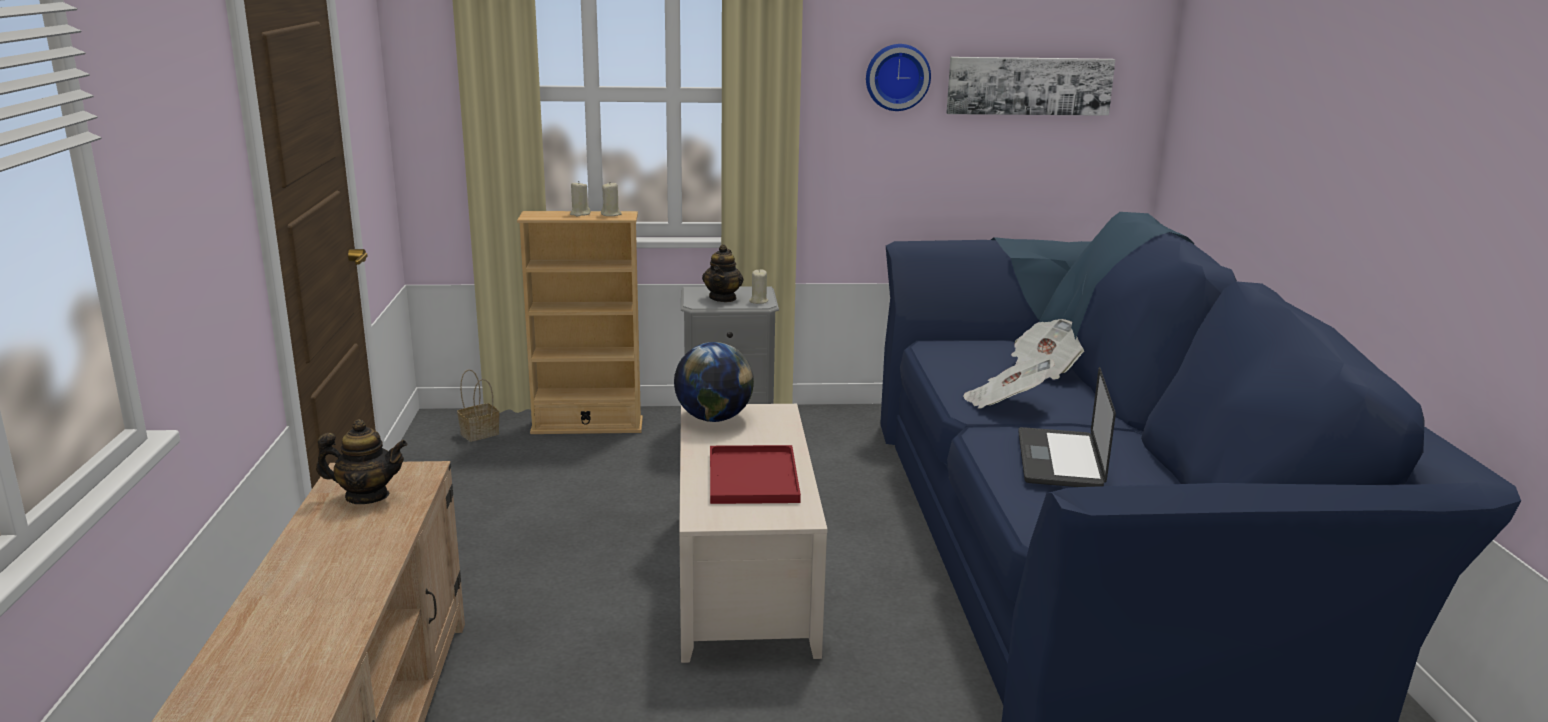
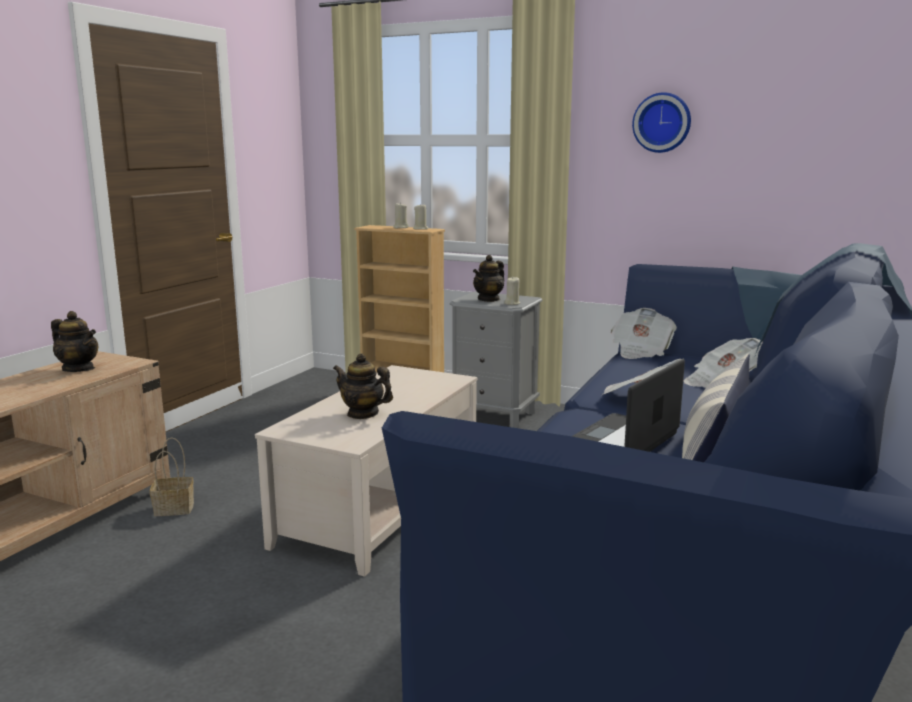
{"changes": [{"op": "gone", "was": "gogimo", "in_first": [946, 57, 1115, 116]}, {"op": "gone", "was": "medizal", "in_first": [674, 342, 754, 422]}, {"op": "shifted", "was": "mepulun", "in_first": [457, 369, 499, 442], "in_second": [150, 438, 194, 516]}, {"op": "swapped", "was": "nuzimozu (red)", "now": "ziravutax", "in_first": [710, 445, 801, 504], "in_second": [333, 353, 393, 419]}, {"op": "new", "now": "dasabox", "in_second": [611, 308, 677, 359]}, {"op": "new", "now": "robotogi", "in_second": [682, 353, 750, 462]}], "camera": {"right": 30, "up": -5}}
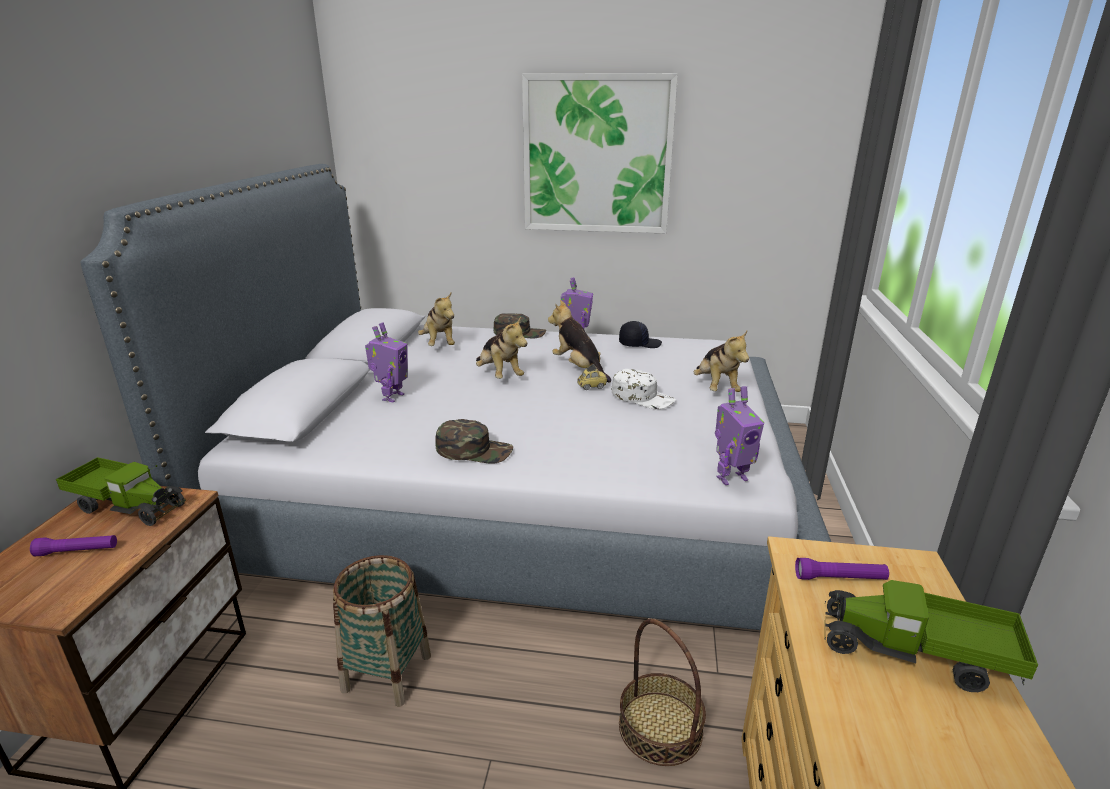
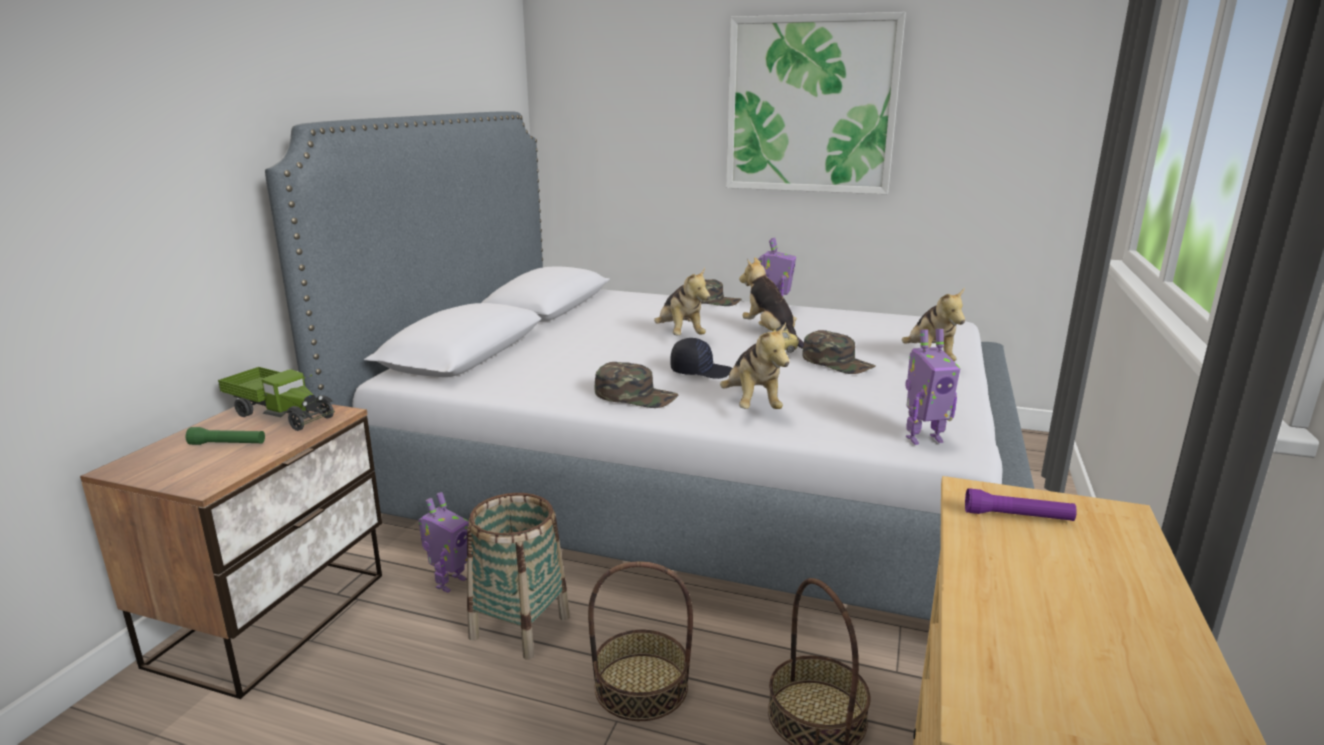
{"changes": [{"op": "shifted", "was": "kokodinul", "in_first": [418, 293, 455, 346], "in_second": [720, 323, 790, 409]}, {"op": "shifted", "was": "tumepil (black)", "in_first": [619, 321, 662, 348], "in_second": [670, 338, 732, 379]}, {"op": "shifted", "was": "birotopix", "in_first": [365, 322, 407, 402], "in_second": [418, 492, 469, 593]}, {"op": "repainted", "was": "tumepil (white)", "now": "tumepil (green)", "in_first": [612, 369, 676, 410], "in_second": [802, 330, 876, 374]}, {"op": "repainted", "was": "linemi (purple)", "now": "linemi (green)", "in_first": [30, 535, 117, 556], "in_second": [186, 427, 265, 445]}, {"op": "gone", "was": "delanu", "in_first": [824, 580, 1038, 692]}, {"op": "new", "now": "mepulun", "in_second": [588, 561, 693, 721]}], "camera": {"right": 10, "up": -5}}
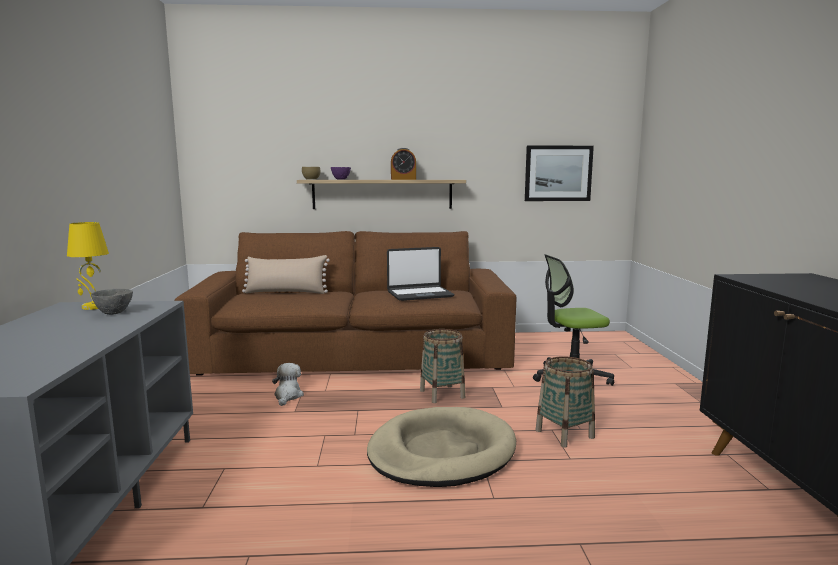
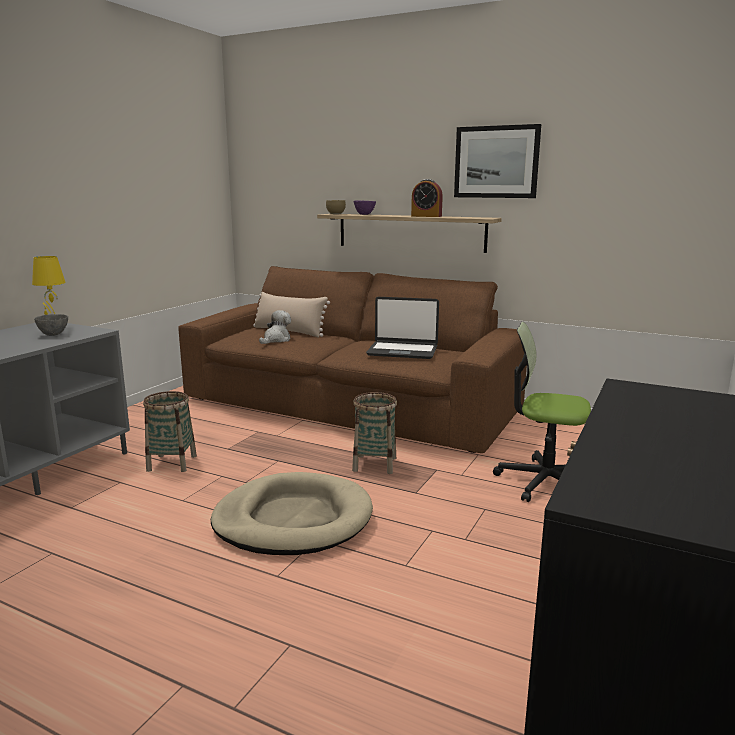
{"changes": [{"op": "shifted", "was": "gogimo", "in_first": [525, 145, 594, 201], "in_second": [454, 124, 541, 198]}, {"op": "shifted", "was": "mepulun", "in_first": [536, 356, 595, 447], "in_second": [143, 391, 197, 472]}, {"op": "shifted", "was": "kokodinul", "in_first": [272, 363, 304, 406], "in_second": [259, 310, 291, 344]}], "camera": {"right": 30, "up": 5}}
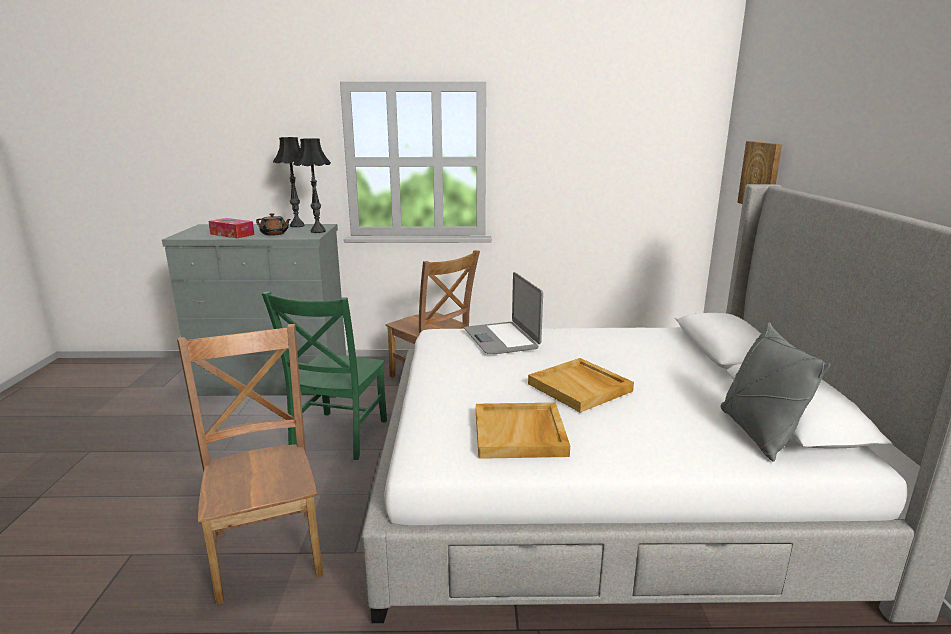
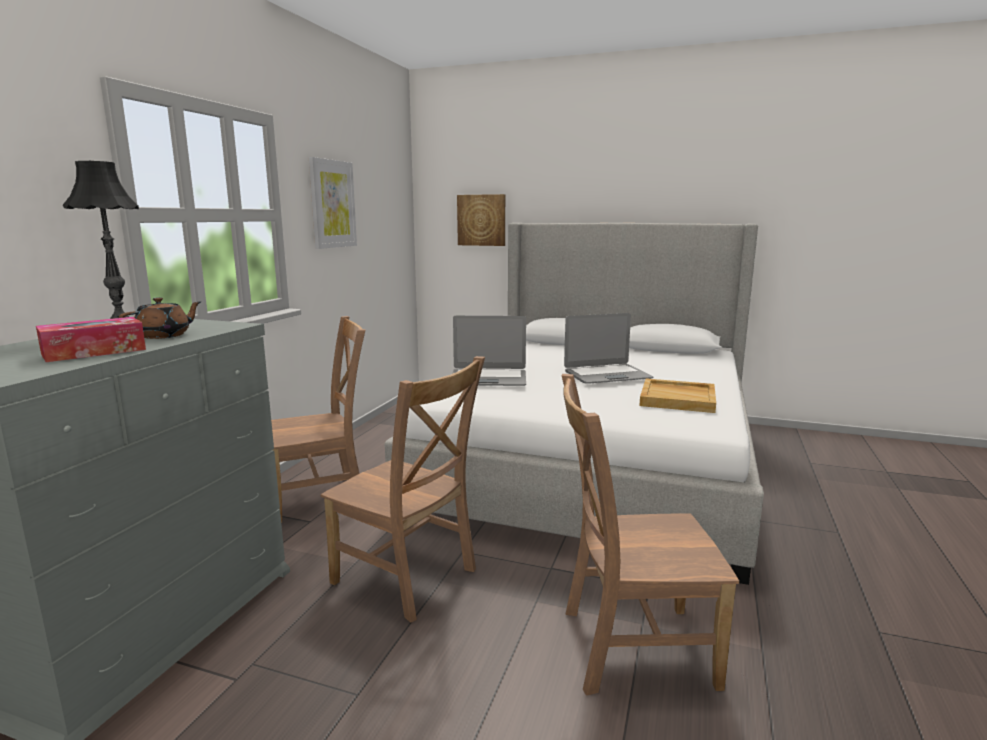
{"changes": [{"op": "gone", "was": "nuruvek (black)", "in_first": [293, 138, 331, 233]}, {"op": "repainted", "was": "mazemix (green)", "now": "mazemix (brown)", "in_first": [262, 292, 387, 460], "in_second": [321, 356, 485, 623]}, {"op": "gone", "was": "robotogi (grey)", "in_first": [721, 322, 830, 462]}, {"op": "swapped", "was": "nuzimozu (beige)", "now": "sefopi", "in_first": [528, 358, 634, 413], "in_second": [564, 313, 654, 384]}, {"op": "new", "now": "gogimo", "in_second": [309, 157, 357, 249]}], "camera": {"right": -70, "up": -5}}
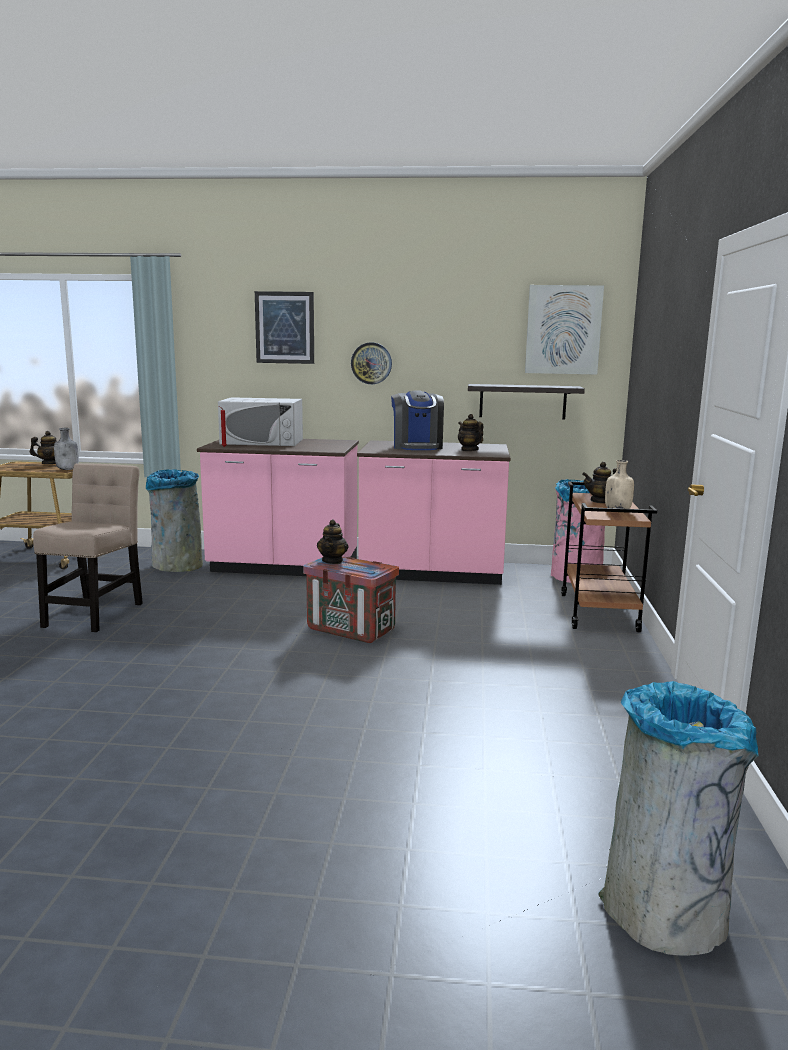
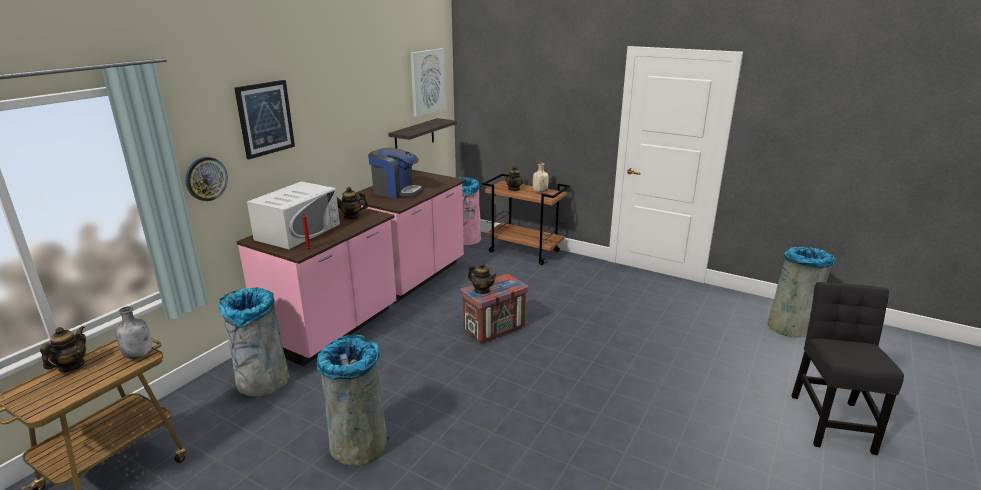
{"changes": [{"op": "shifted", "was": "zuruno", "in_first": [351, 342, 392, 384], "in_second": [185, 157, 228, 201]}, {"op": "shifted", "was": "ziravutax", "in_first": [458, 414, 484, 451], "in_second": [337, 187, 368, 219]}, {"op": "swapped", "was": "mazemix (beige)", "now": "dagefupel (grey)", "in_first": [33, 463, 143, 632], "in_second": [317, 334, 390, 466]}, {"op": "new", "now": "mazemix (black)", "in_second": [792, 282, 904, 455]}], "camera": {"right": -65, "up": 10}}
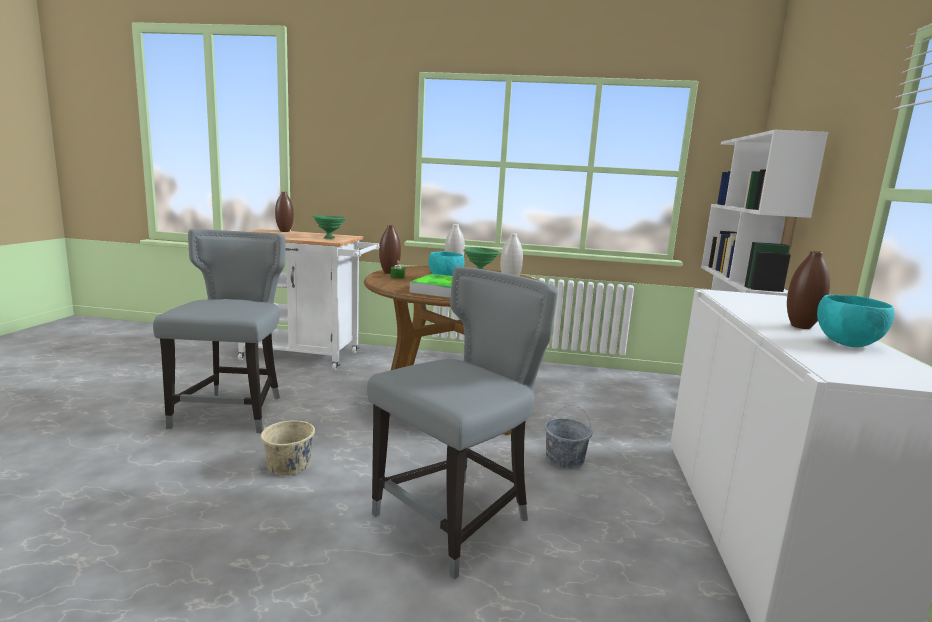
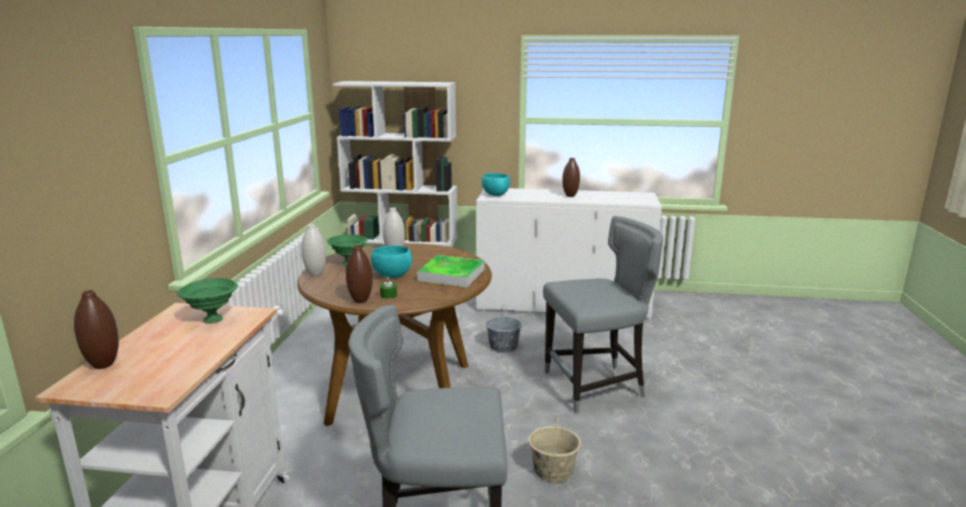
{"changes": [{"op": "rotated", "was": "mazemix (grey)", "in_first": [367, 266, 558, 579], "in_second": [543, 216, 663, 413], "clockwise": 120}, {"op": "shifted", "was": "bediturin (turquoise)", "in_first": [817, 294, 894, 347], "in_second": [482, 173, 510, 196]}], "camera": {"right": -90, "up": 5}}
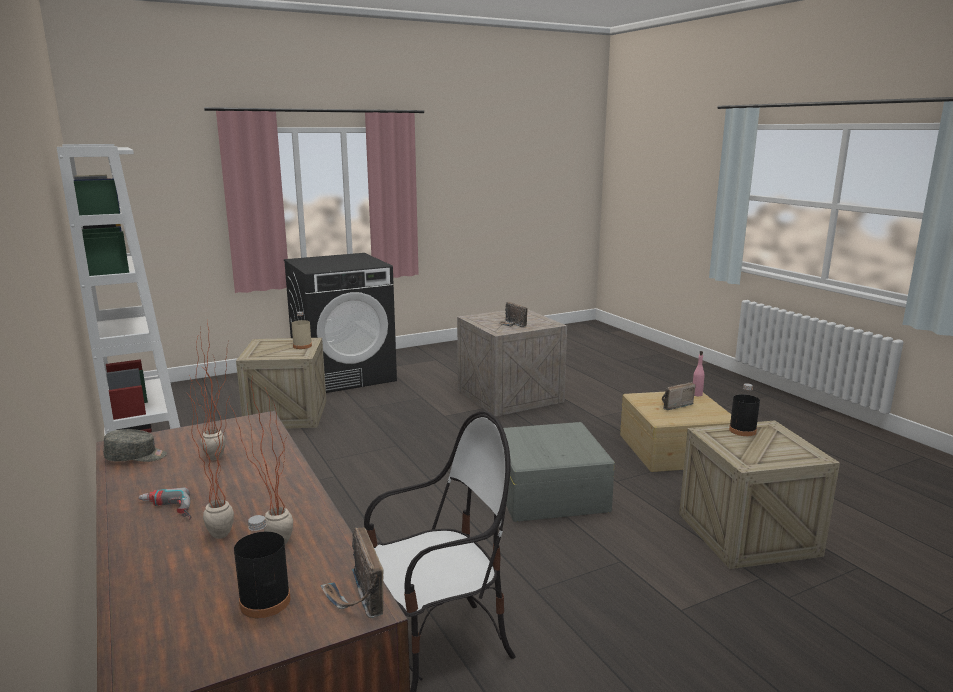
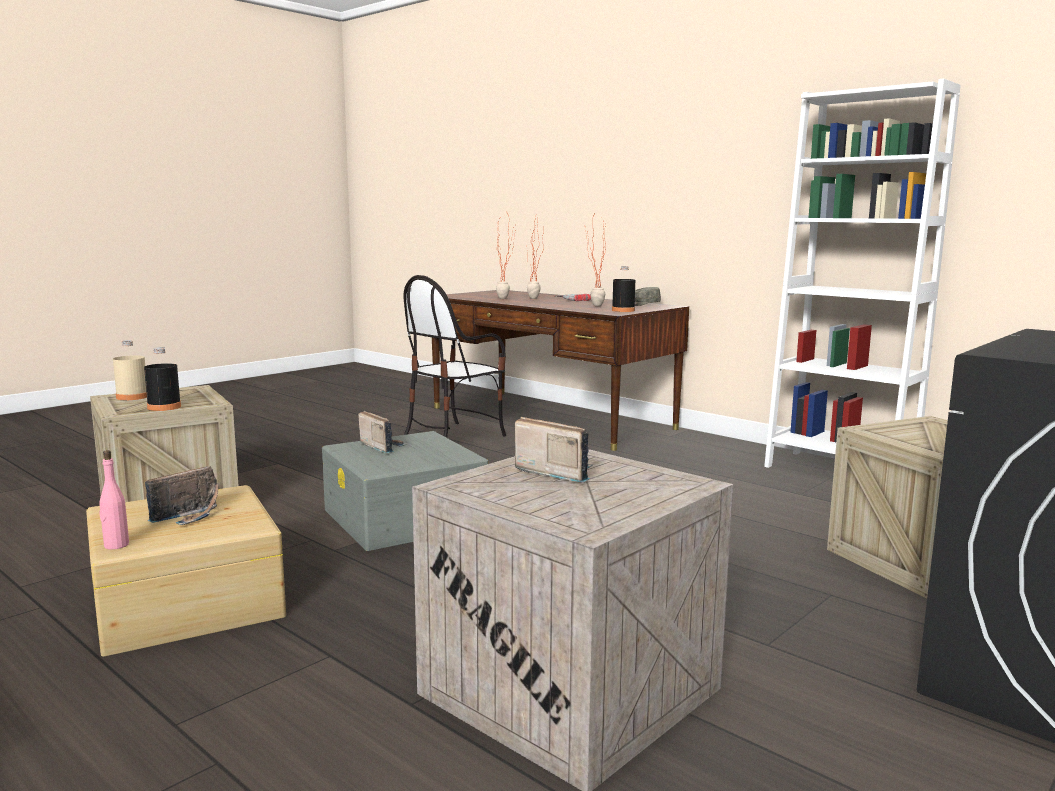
{"changes": [{"op": "shifted", "was": "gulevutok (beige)", "in_first": [292, 311, 312, 349], "in_second": [113, 340, 147, 400]}, {"op": "shifted", "was": "gulevutok (black)", "in_first": [234, 515, 291, 618], "in_second": [612, 266, 635, 312]}, {"op": "shifted", "was": "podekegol", "in_first": [320, 527, 383, 618], "in_second": [358, 411, 406, 453]}], "camera": {"right": 160, "up": -5}}
